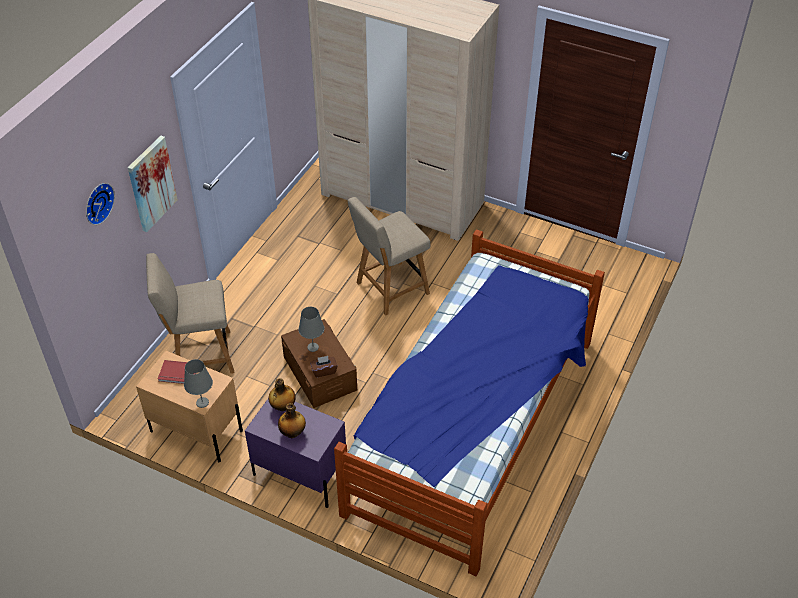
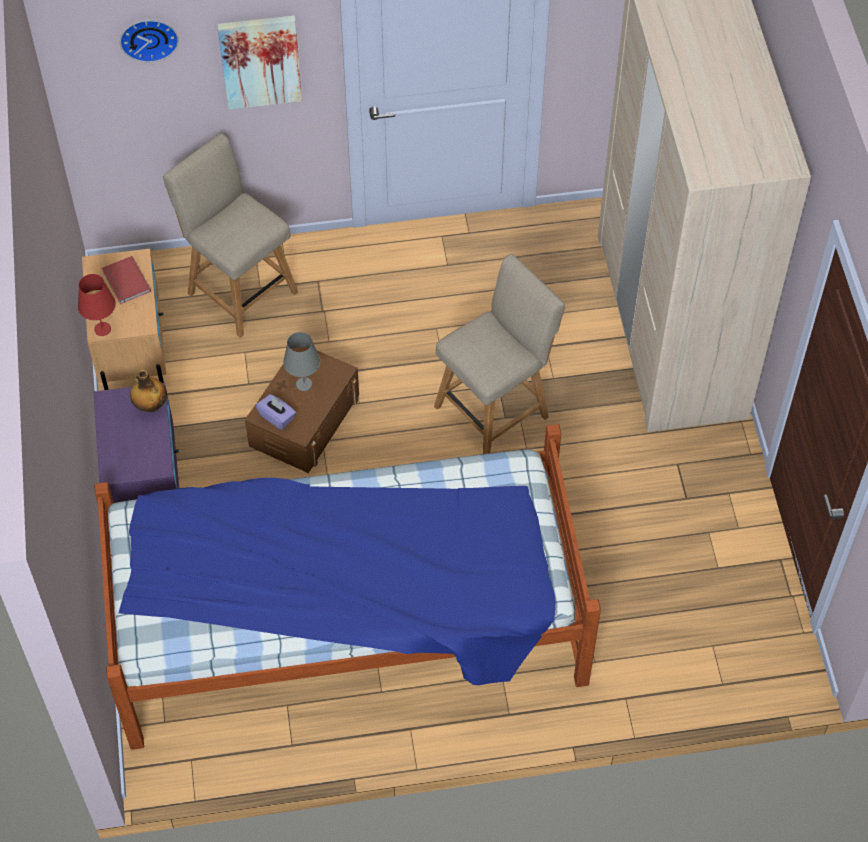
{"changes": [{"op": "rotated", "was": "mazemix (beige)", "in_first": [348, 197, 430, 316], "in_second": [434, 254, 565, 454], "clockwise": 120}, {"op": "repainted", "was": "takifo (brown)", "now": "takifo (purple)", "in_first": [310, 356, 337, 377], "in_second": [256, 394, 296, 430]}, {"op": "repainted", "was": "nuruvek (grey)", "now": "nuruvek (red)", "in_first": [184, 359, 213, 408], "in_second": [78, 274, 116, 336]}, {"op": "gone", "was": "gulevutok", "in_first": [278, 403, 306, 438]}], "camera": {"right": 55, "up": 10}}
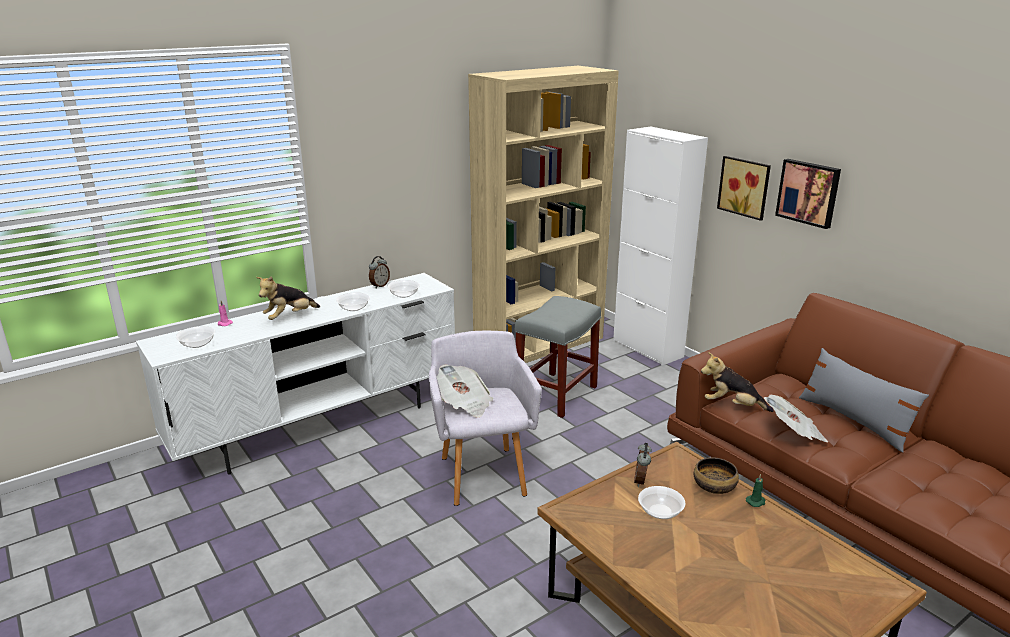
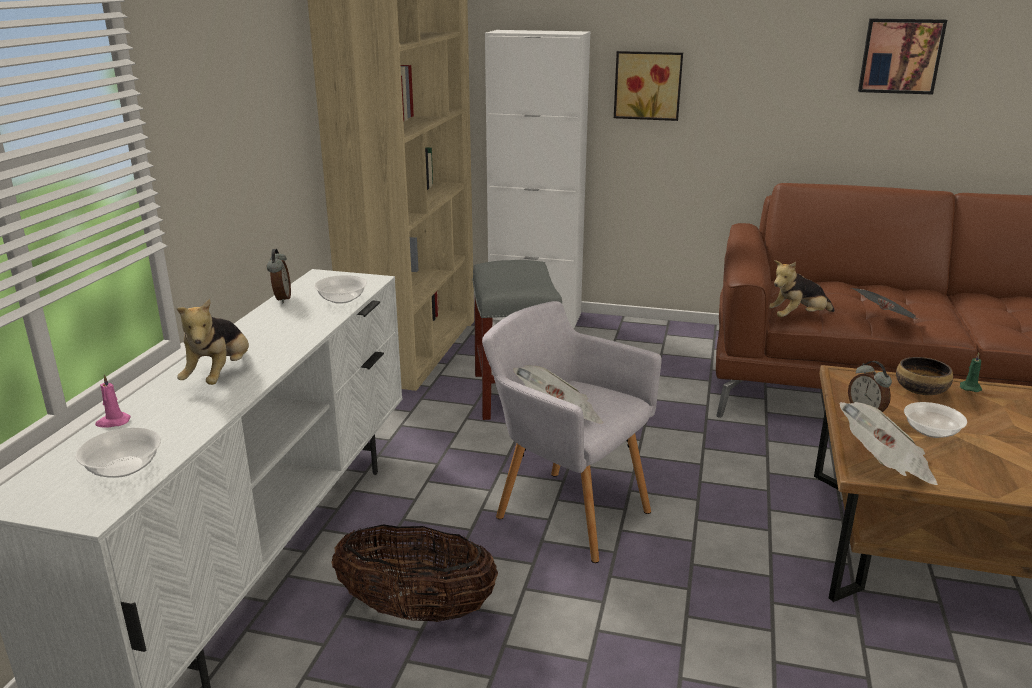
{"changes": [{"op": "shifted", "was": "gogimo", "in_first": [775, 159, 841, 229], "in_second": [858, 19, 947, 95]}, {"op": "gone", "was": "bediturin", "in_first": [336, 292, 370, 311]}, {"op": "gone", "was": "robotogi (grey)", "in_first": [799, 348, 929, 452]}, {"op": "new", "now": "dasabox", "in_second": [840, 402, 938, 485]}, {"op": "new", "now": "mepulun", "in_second": [331, 524, 498, 622]}], "camera": {"right": -40, "up": 0}}
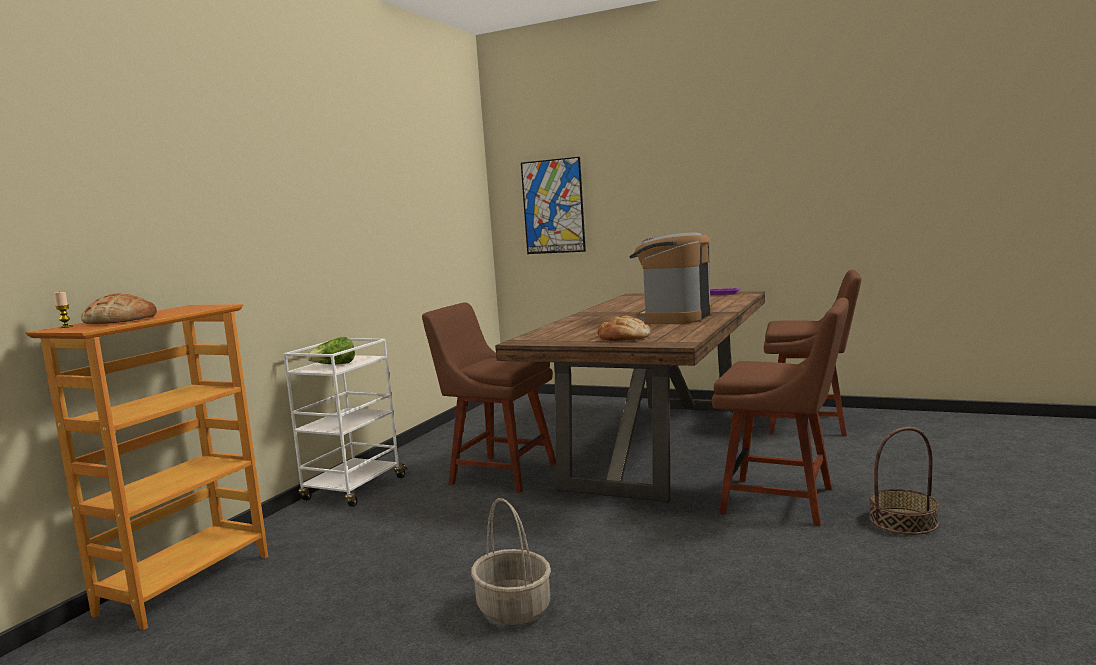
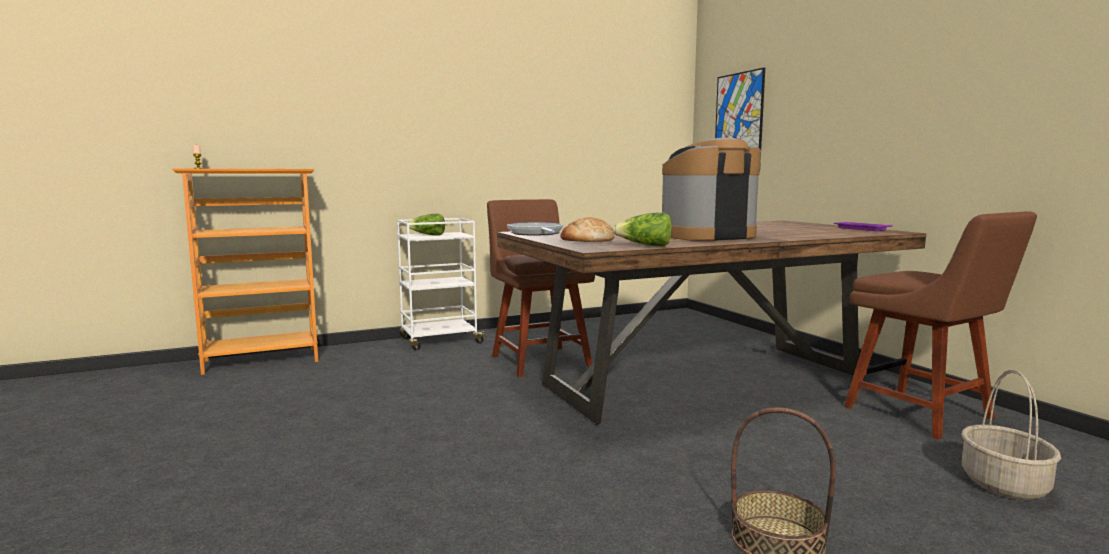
{"changes": [{"op": "gone", "was": "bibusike", "in_first": [81, 293, 157, 324]}, {"op": "gone", "was": "mazemix (brown)", "in_first": [712, 298, 849, 526]}, {"op": "shifted", "was": "mepulun", "in_first": [471, 498, 551, 625], "in_second": [961, 370, 1061, 500]}, {"op": "new", "now": "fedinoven", "in_second": [612, 213, 672, 246]}, {"op": "new", "now": "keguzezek", "in_second": [507, 222, 563, 236]}], "camera": {"right": 40, "up": 0}}
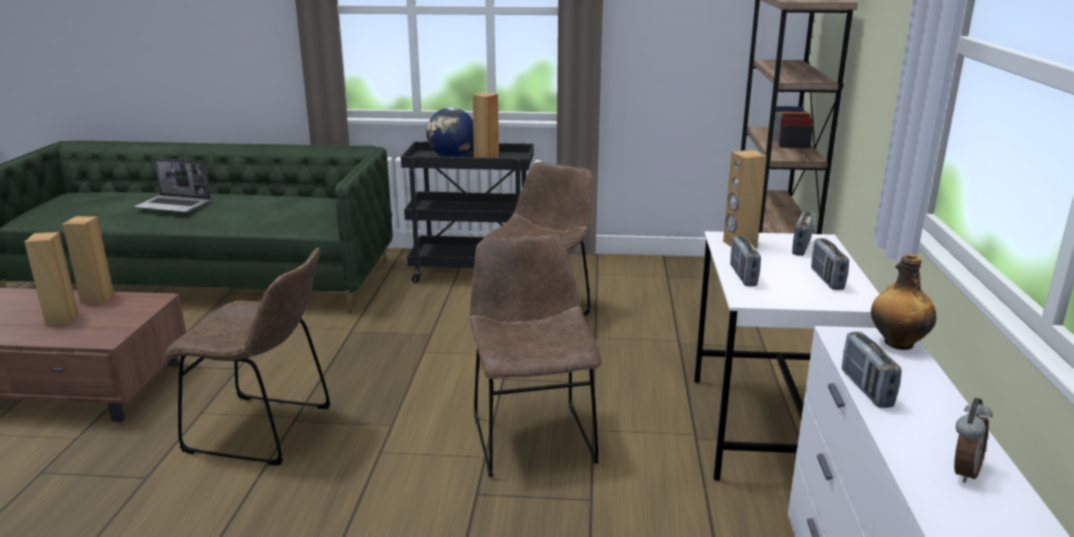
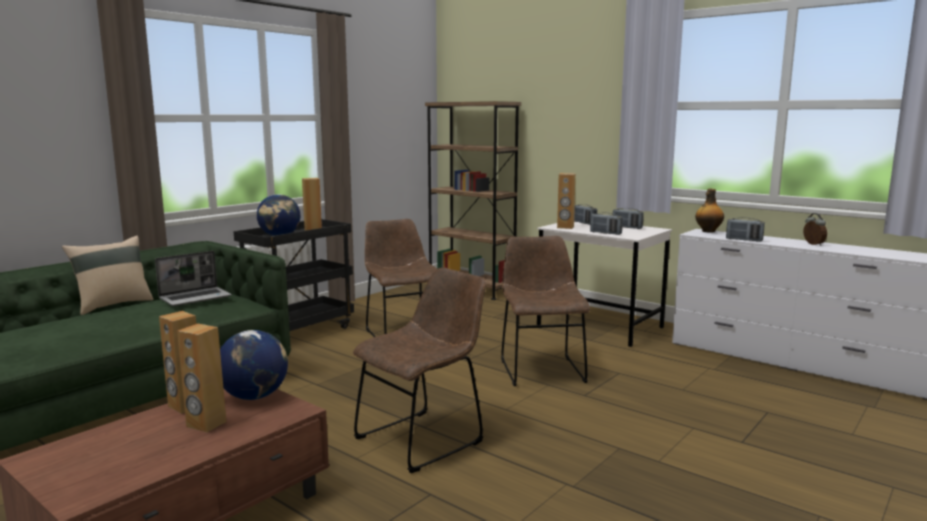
{"changes": [{"op": "shifted", "was": "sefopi", "in_first": [134, 158, 211, 213], "in_second": [155, 251, 232, 306]}, {"op": "rotated", "was": "mazemix (brown)", "in_first": [470, 235, 601, 477], "in_second": [501, 236, 590, 386], "clockwise": 60}, {"op": "new", "now": "robotogi (beige)", "in_second": [62, 236, 154, 315]}, {"op": "new", "now": "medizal", "in_second": [220, 330, 288, 400]}], "camera": {"right": -55, "up": -10}}
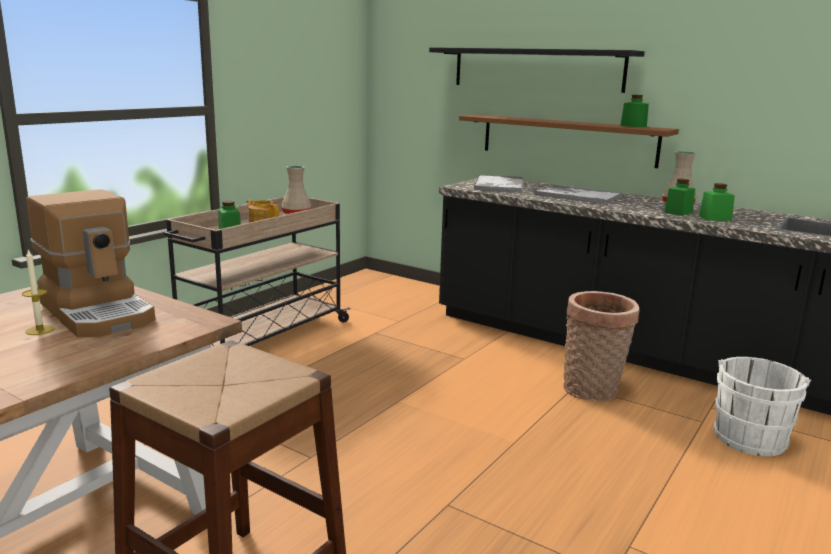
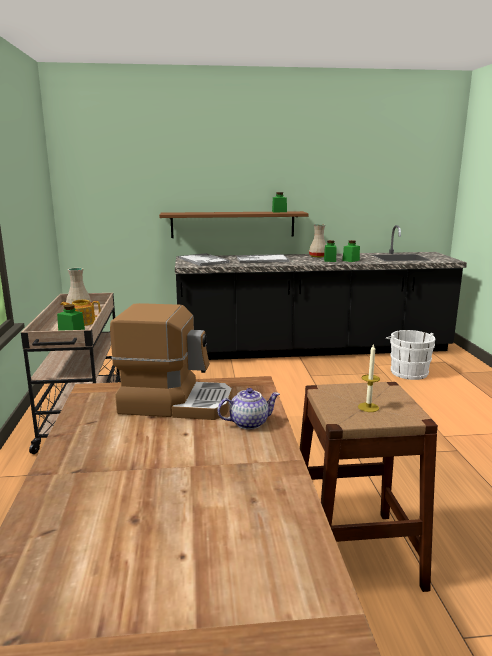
{"changes": [{"op": "gone", "was": "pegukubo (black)", "in_first": [429, 47, 645, 93]}, {"op": "shifted", "was": "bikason", "in_first": [22, 249, 55, 335], "in_second": [358, 344, 380, 412]}, {"op": "gone", "was": "mepulun", "in_first": [563, 291, 639, 401]}, {"op": "new", "now": "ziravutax", "in_second": [217, 388, 280, 430]}], "camera": {"right": -40, "up": 0}}
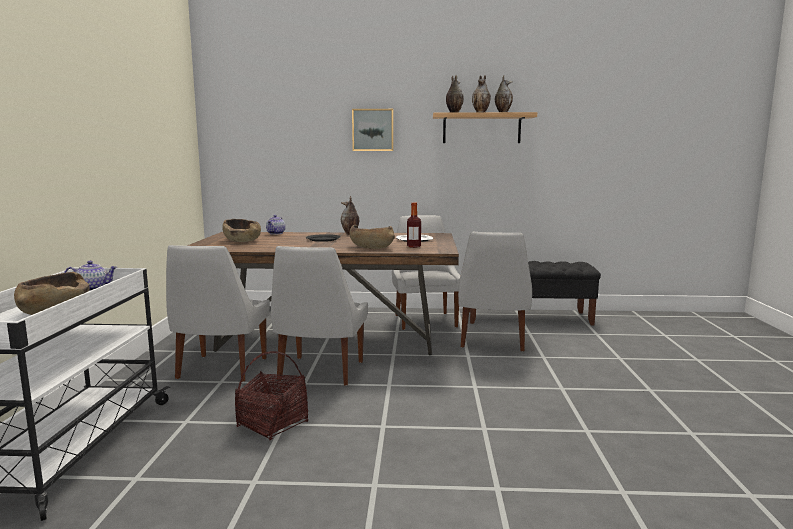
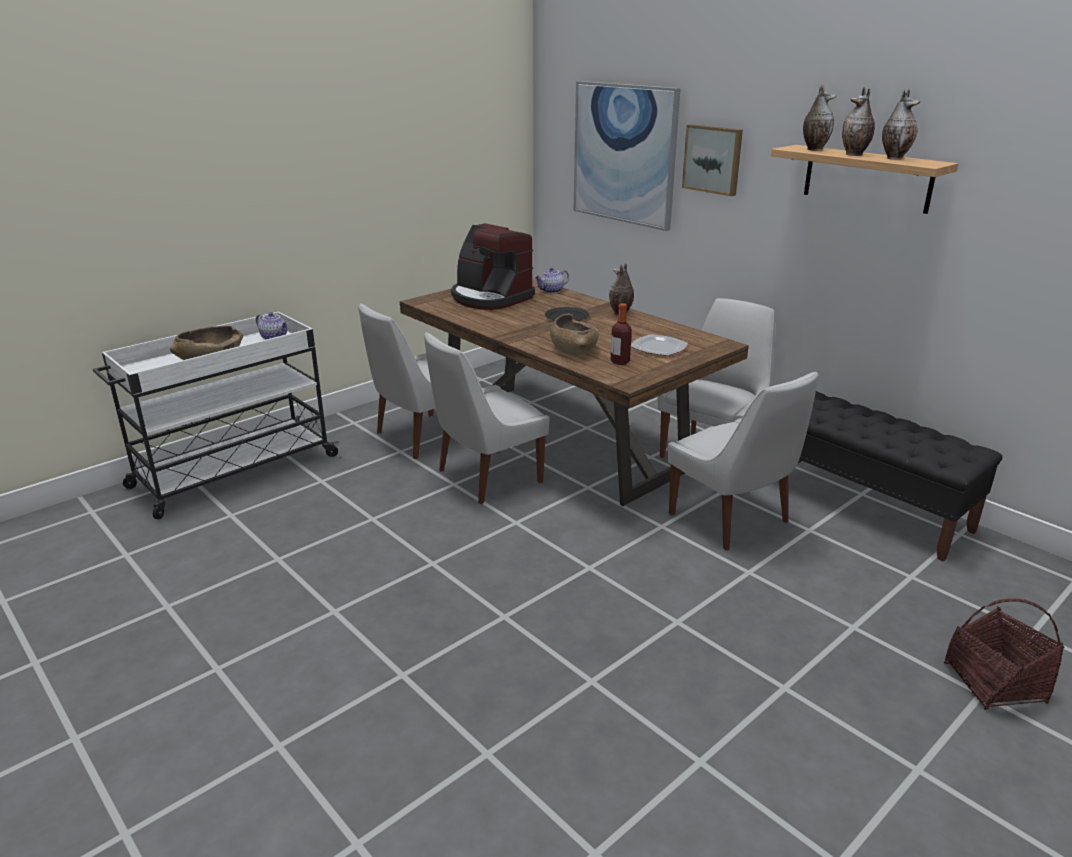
{"changes": [{"op": "swapped", "was": "bediturin (brown)", "now": "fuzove", "in_first": [222, 219, 261, 242], "in_second": [451, 223, 535, 310]}, {"op": "rotated", "was": "mazemix (white)", "in_first": [458, 232, 532, 351], "in_second": [668, 372, 819, 550], "clockwise": -90}, {"op": "shifted", "was": "mepulun", "in_first": [235, 351, 308, 440], "in_second": [944, 598, 1065, 710]}, {"op": "new", "now": "gogimo", "in_second": [574, 81, 681, 231]}], "camera": {"right": 45, "up": 15}}
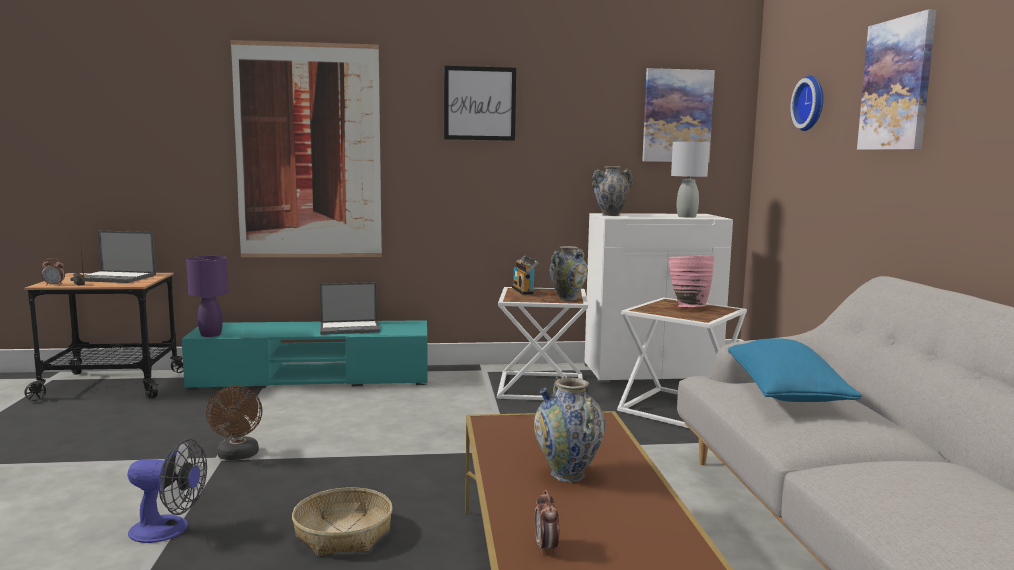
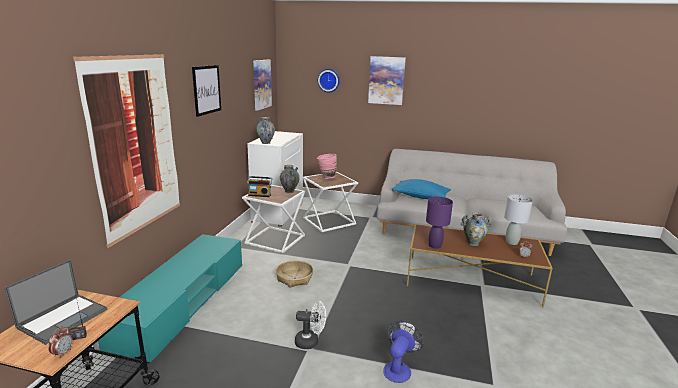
{"changes": [{"op": "shifted", "was": "nuruvek (grey)", "in_first": [671, 142, 709, 218], "in_second": [504, 194, 533, 245]}, {"op": "shifted", "was": "nuruvek (purple)", "in_first": [186, 256, 229, 337], "in_second": [426, 197, 453, 249]}, {"op": "gone", "was": "sefopi", "in_first": [319, 282, 380, 335]}, {"op": "repainted", "was": "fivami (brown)", "now": "fivami (white)", "in_first": [206, 386, 262, 460], "in_second": [295, 301, 326, 349]}, {"op": "shifted", "was": "mepulun", "in_first": [292, 487, 393, 556], "in_second": [276, 260, 313, 288]}], "camera": {"right": -70, "up": 10}}
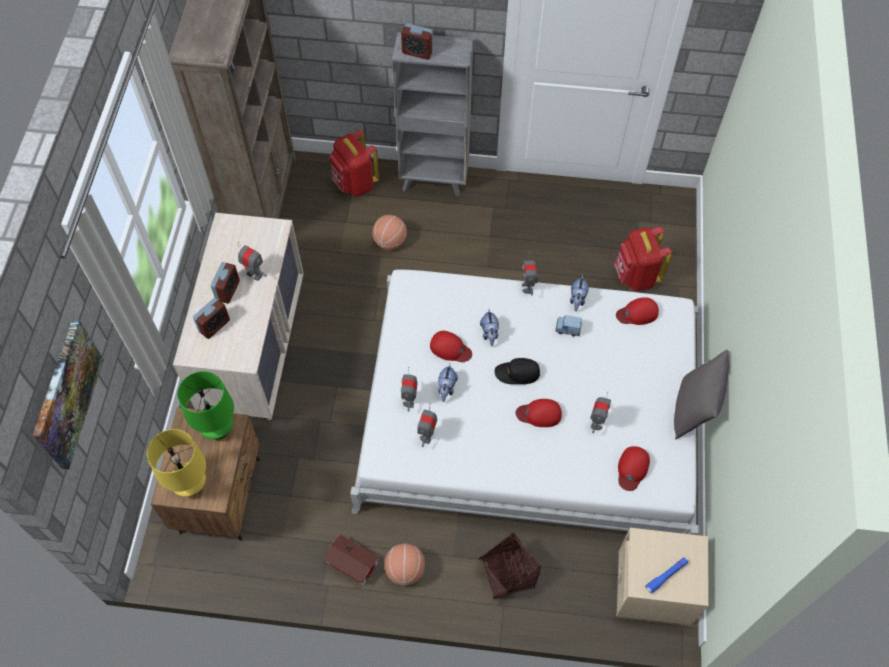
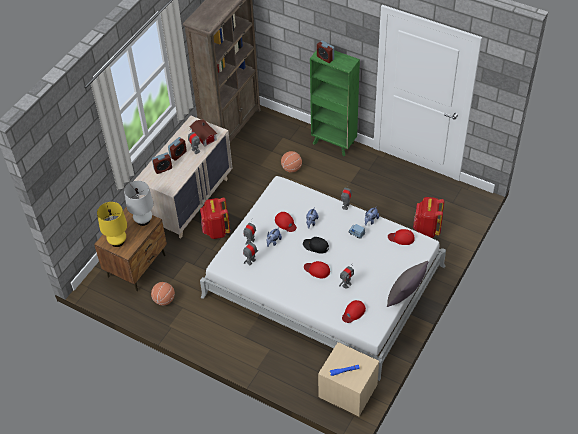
{"changes": [{"op": "repainted", "was": "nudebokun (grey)", "now": "nudebokun (green)", "in_first": [392, 32, 473, 197], "in_second": [310, 50, 360, 156]}, {"op": "shifted", "was": "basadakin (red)", "in_first": [330, 130, 379, 197], "in_second": [200, 197, 230, 239]}, {"op": "gone", "was": "gogimo", "in_first": [33, 319, 104, 469]}, {"op": "repainted", "was": "nuruvek (green)", "now": "nuruvek (white)", "in_first": [177, 371, 234, 440], "in_second": [124, 181, 154, 226]}, {"op": "gone", "was": "mepulun", "in_first": [479, 532, 541, 599]}, {"op": "shifted", "was": "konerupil", "in_first": [323, 534, 379, 585], "in_second": [189, 119, 217, 146]}, {"op": "shifted", "was": "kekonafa", "in_first": [385, 544, 425, 585], "in_second": [151, 282, 175, 306]}], "camera": {"right": 25, "up": -10}}
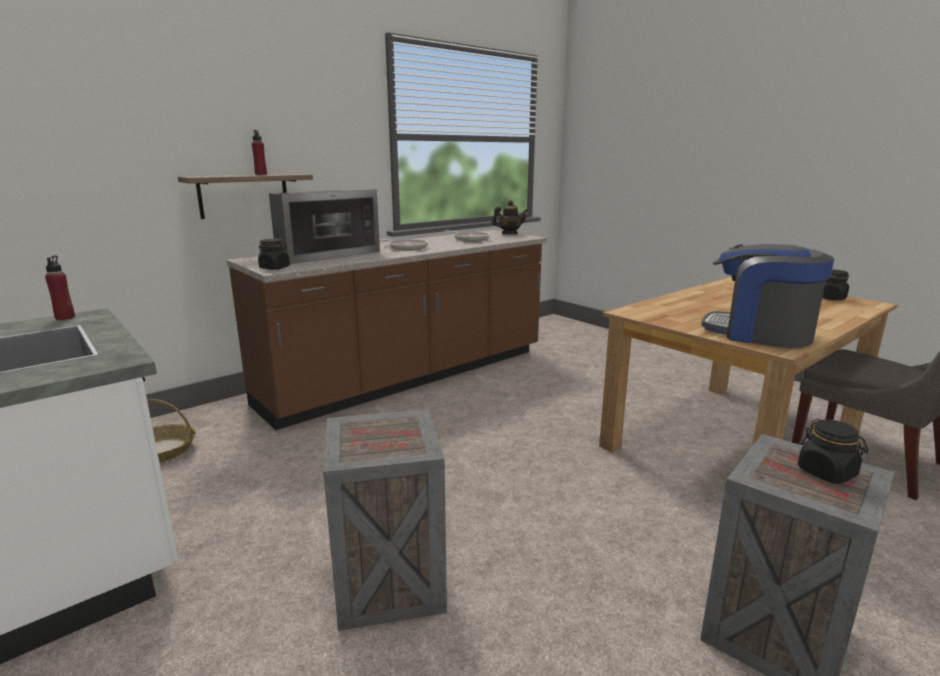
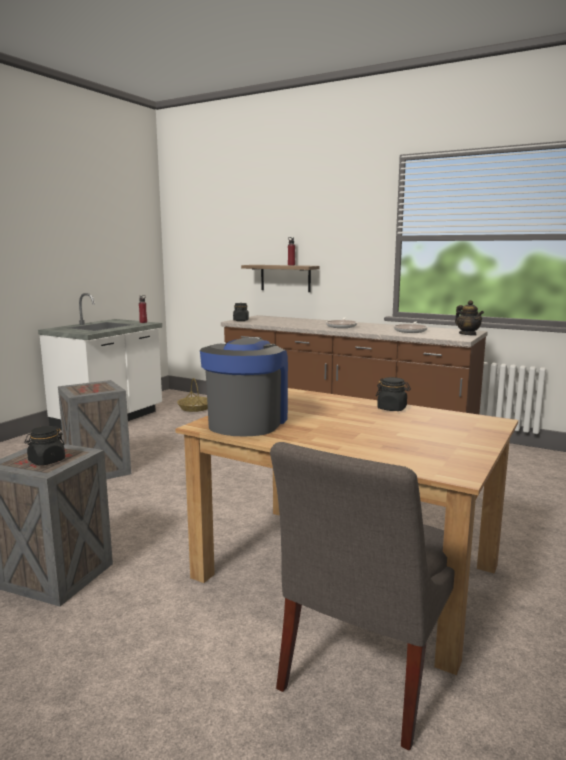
{"changes": [{"op": "gone", "was": "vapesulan", "in_first": [269, 189, 380, 264]}, {"op": "shifted", "was": "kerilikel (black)", "in_first": [822, 269, 849, 300], "in_second": [376, 377, 411, 411]}], "camera": {"right": 70, "up": -5}}
